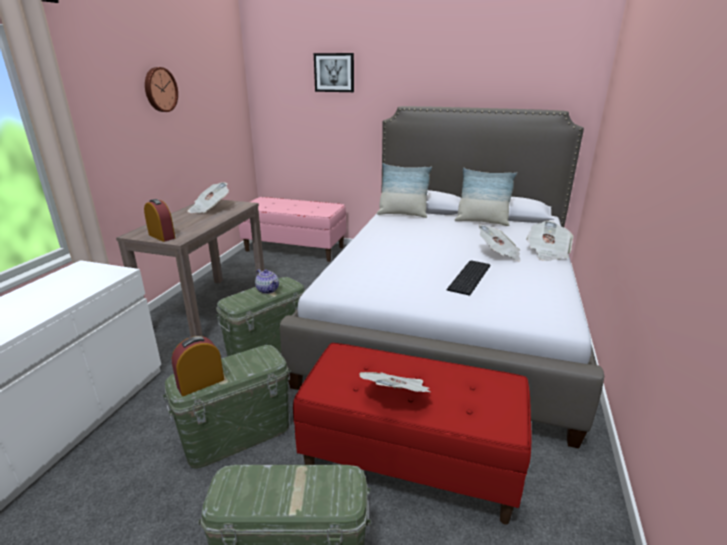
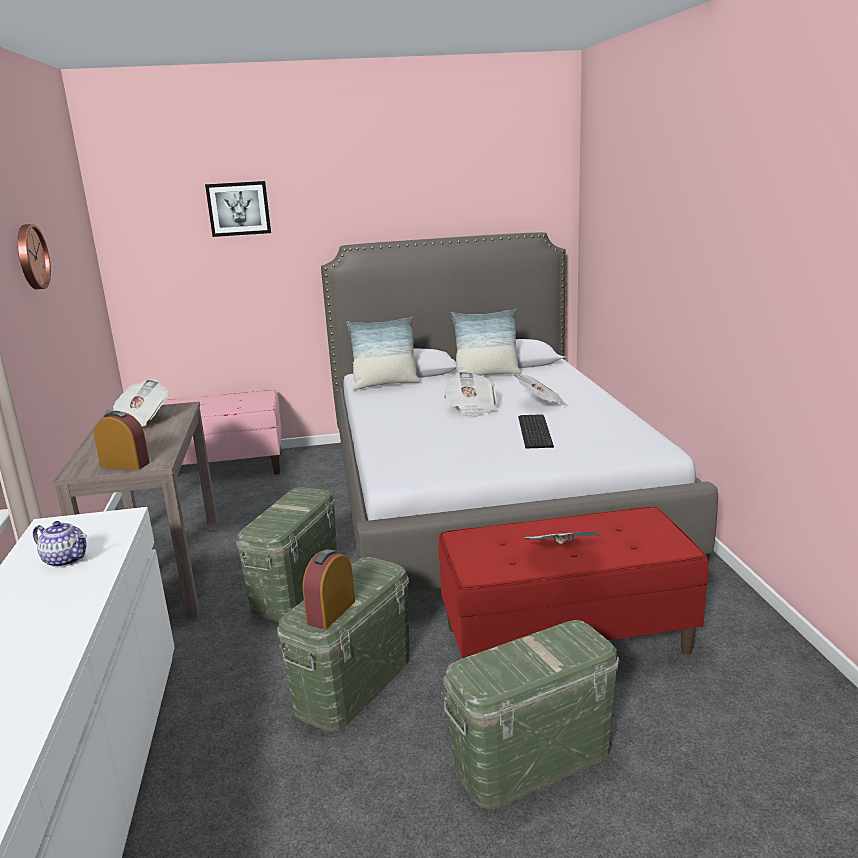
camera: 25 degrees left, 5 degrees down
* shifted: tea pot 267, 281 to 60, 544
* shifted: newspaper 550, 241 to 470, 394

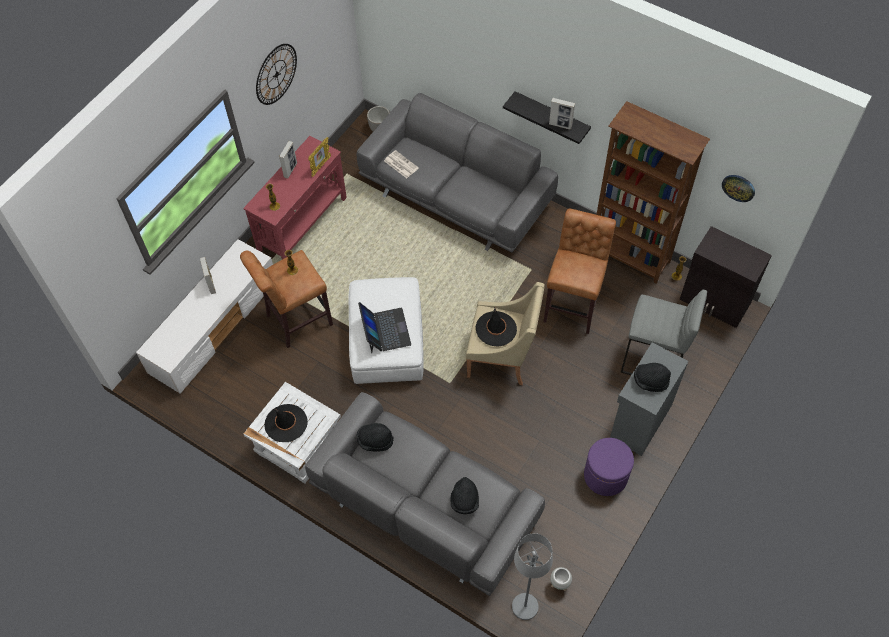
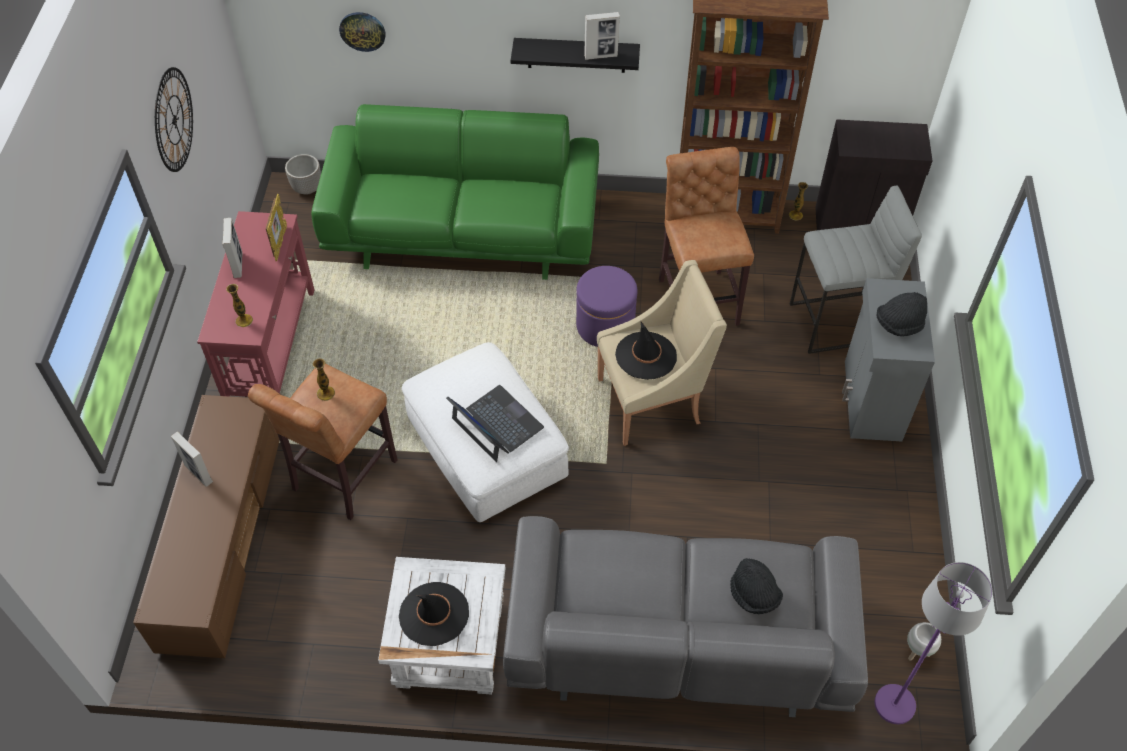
camera: 30 degrees left, 5 degrees down
* gone: black wearable hat 375, 437
* gone: newspaper 401, 164
* shifted: purple pouffe 609, 467 to 606, 306
* shifted: hanging clock 738, 188 to 362, 32
* repainted: white-coloured tv unit 204, 316 to brown-coloured tv unit 206, 526
* repainted: gray settee 457, 173 to green-coloured settee 455, 192
* repainted: gray standard lamp 532, 576 to purple standard lamp 933, 643

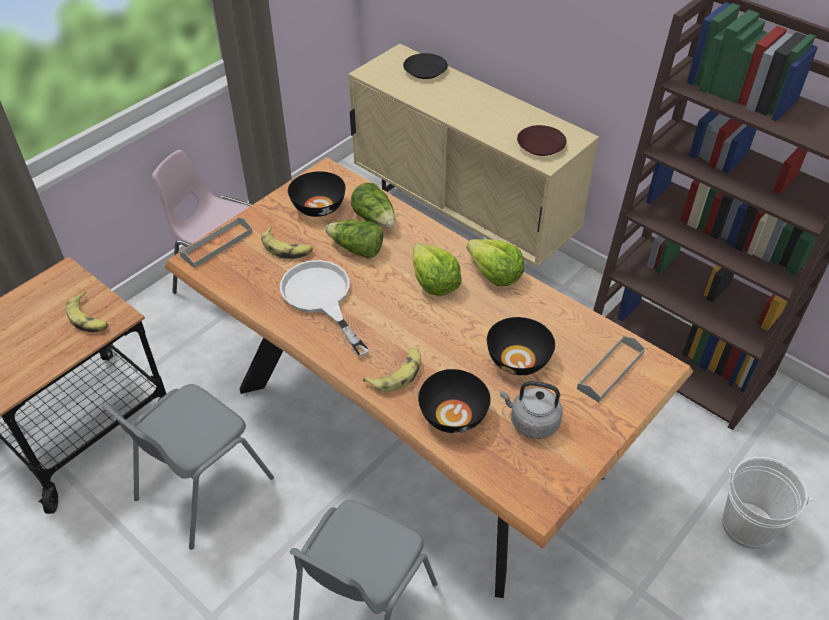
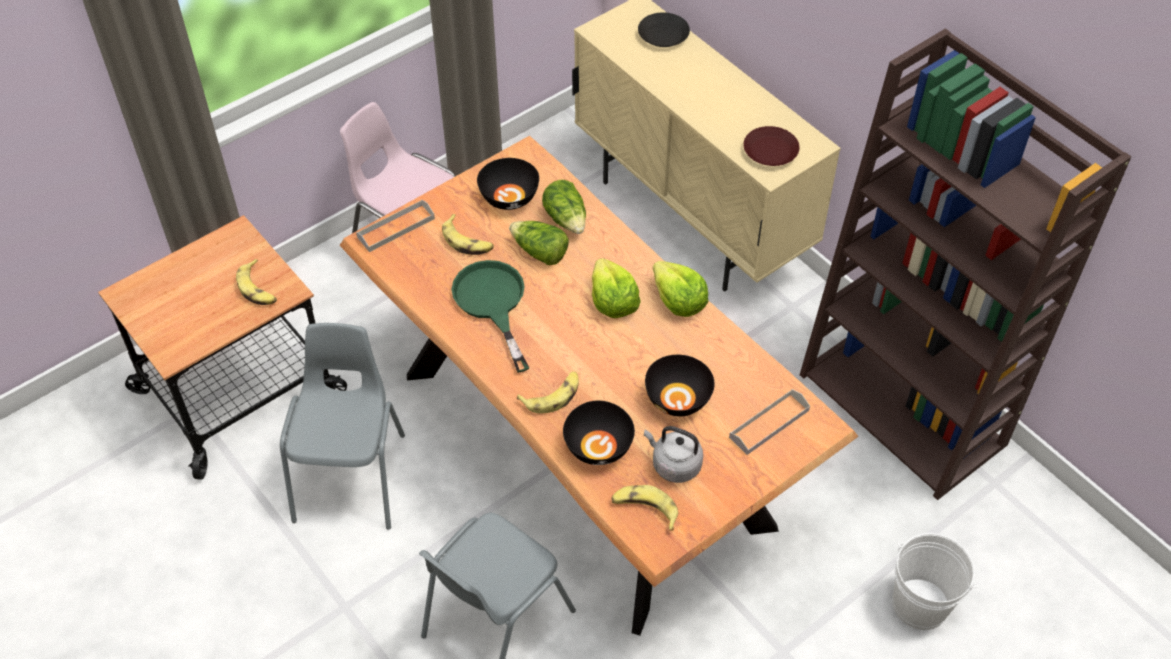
camera: 10 degrees right, 5 degrees up
* new: whole banana 644, 508
* repainted: white-coloured skillet 325, 308 to green-coloured skillet 490, 316
* rotated: gray upright chair 188, 467 = 342, 426 135 degrees clockwise

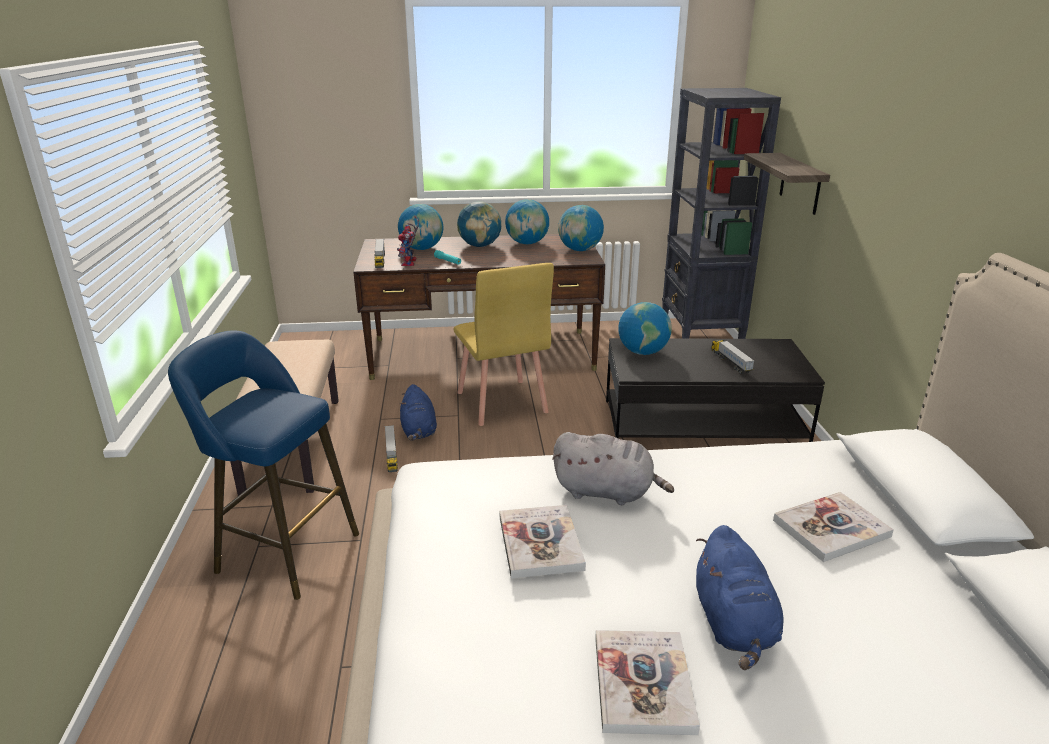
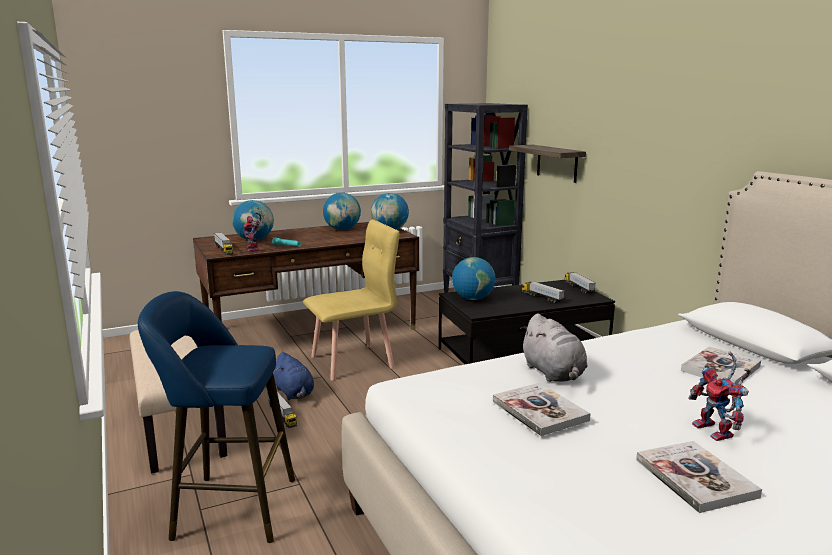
camera: 20 degrees left, 10 degrees down
* gone: globe 479, 224
* new: toy truck 580, 283
* swapped: bluish soft toy 740, 597 to model robot 719, 396
* rotated: yellow upright chair 503, 344 = 351, 300 75 degrees counterclockwise
* rotated: gray soft toy 613, 468 = 554, 348 75 degrees clockwise

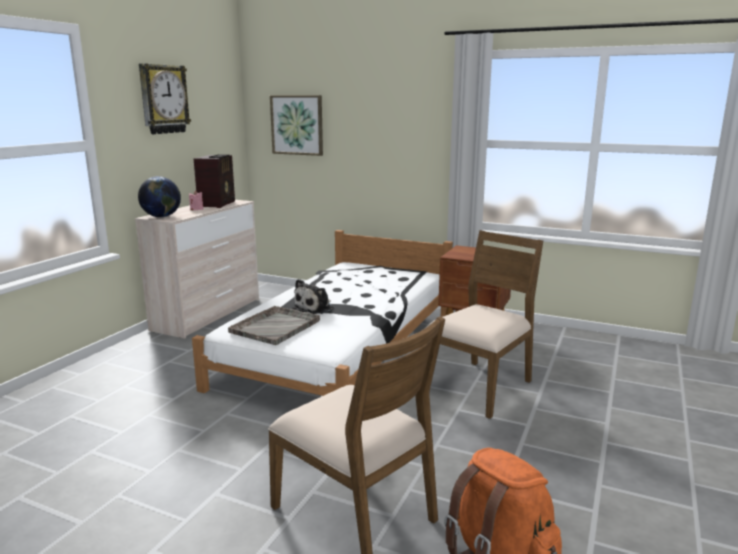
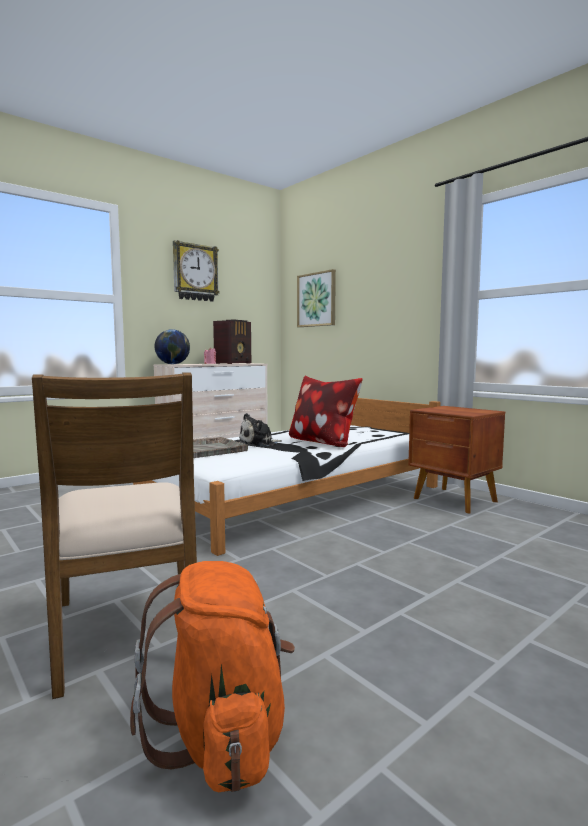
camera: 25 degrees right, 10 degrees down
* gone: brown-coloured upright chair 484, 324
* new: pillow 326, 411

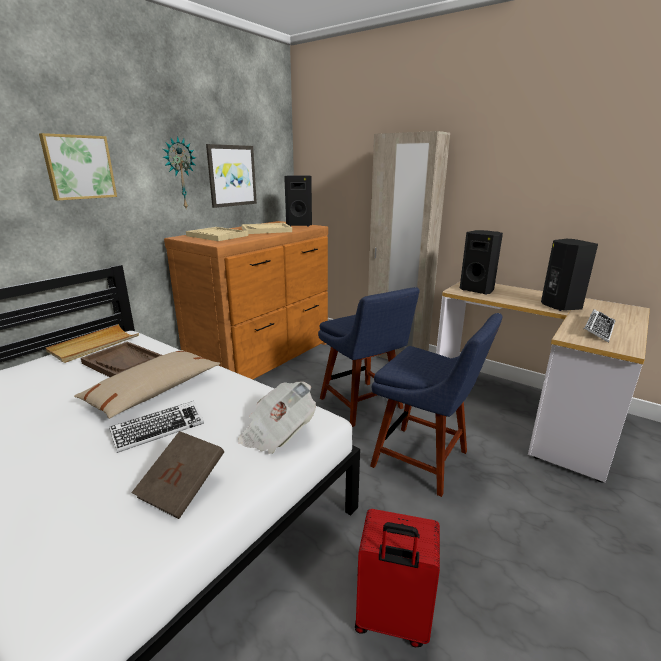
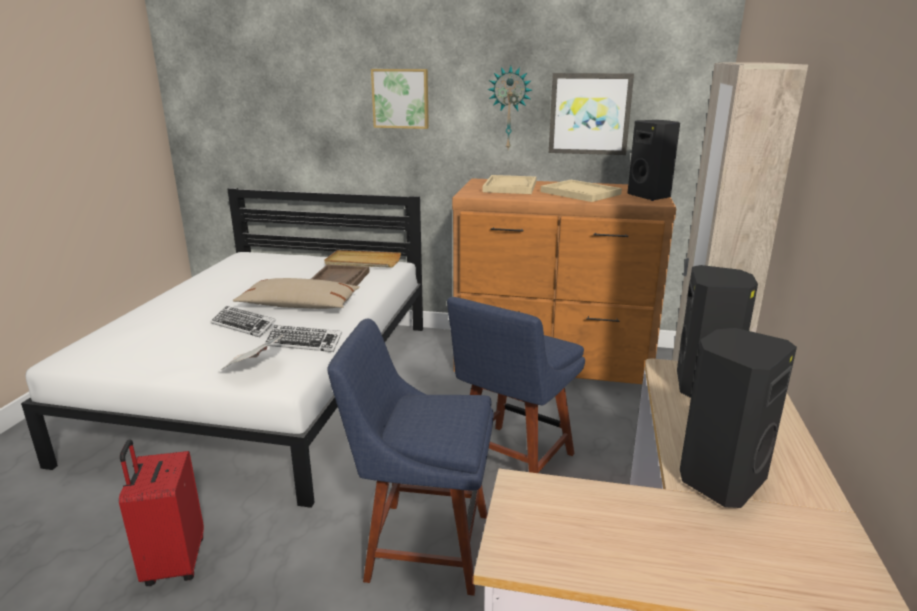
camera: 65 degrees right, 0 degrees up
* gone: brown-coloured bound book 177, 475
* shifted: computer keyboard 599, 326 to 303, 338
* rotated: bluish upright chair 436, 405 = 410, 457 90 degrees clockwise

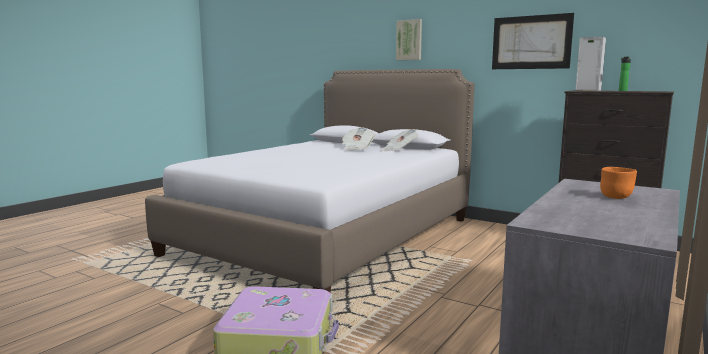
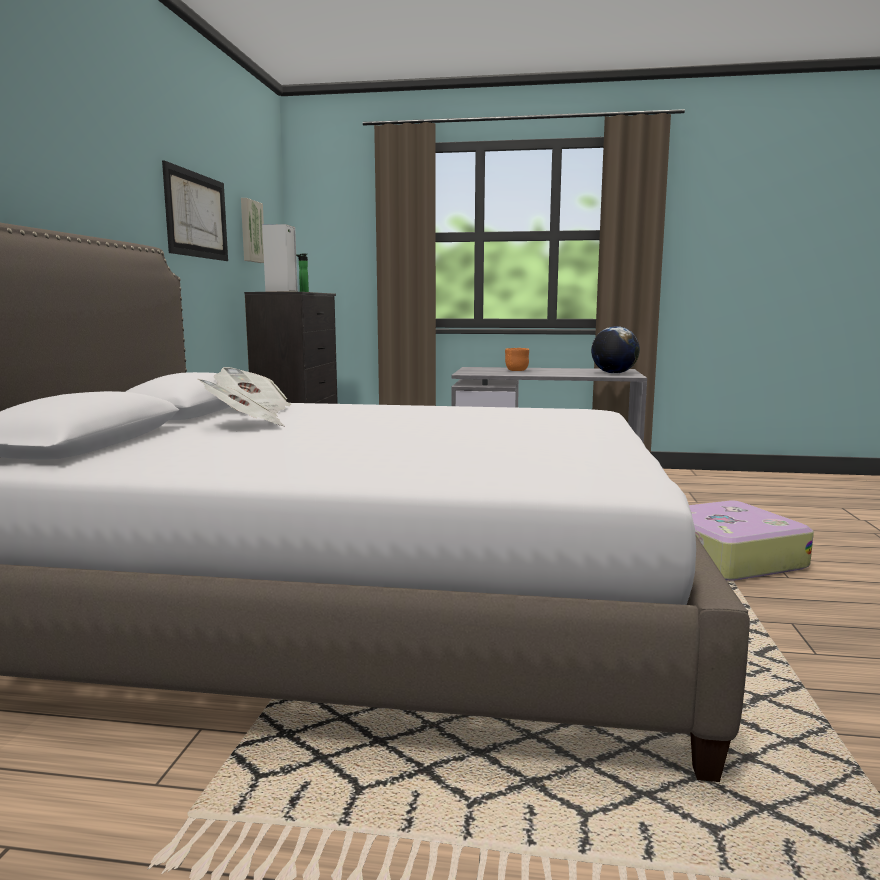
camera: 115 degrees left, 0 degrees up
* new: globe 615, 350
* shifted: picture 409, 39 to 252, 230

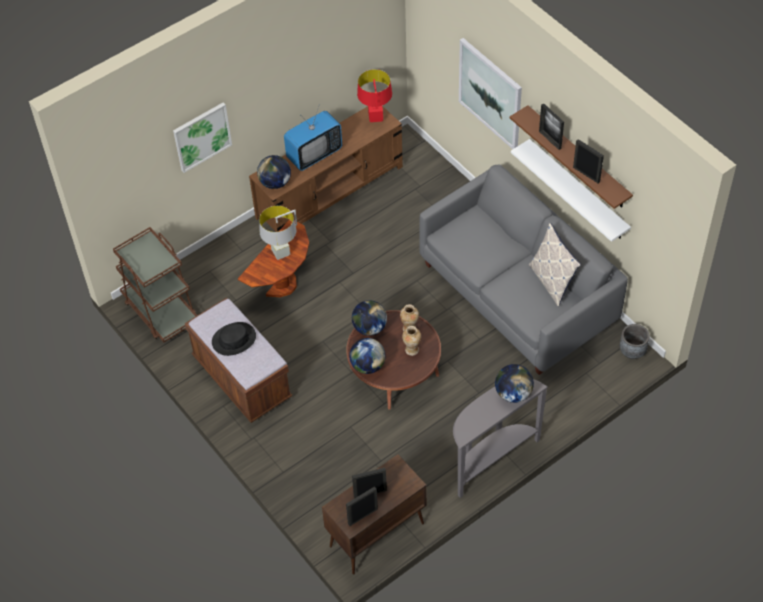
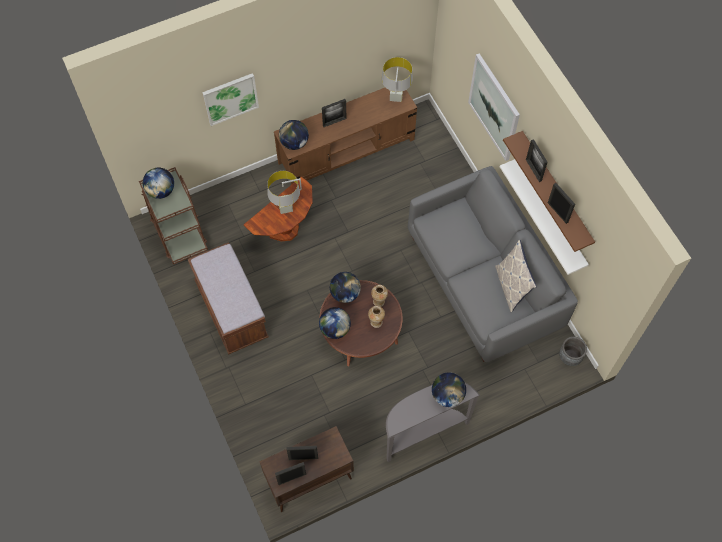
camera: 10 degrees right, 10 degrees up
* gone: black wearable hat 234, 339
* new: globe 158, 183
* swapped: TV set 313, 137 to standing frame 334, 113
* repainted: reddish tabletop lamp 374, 95 to gray tabletop lamp 397, 79

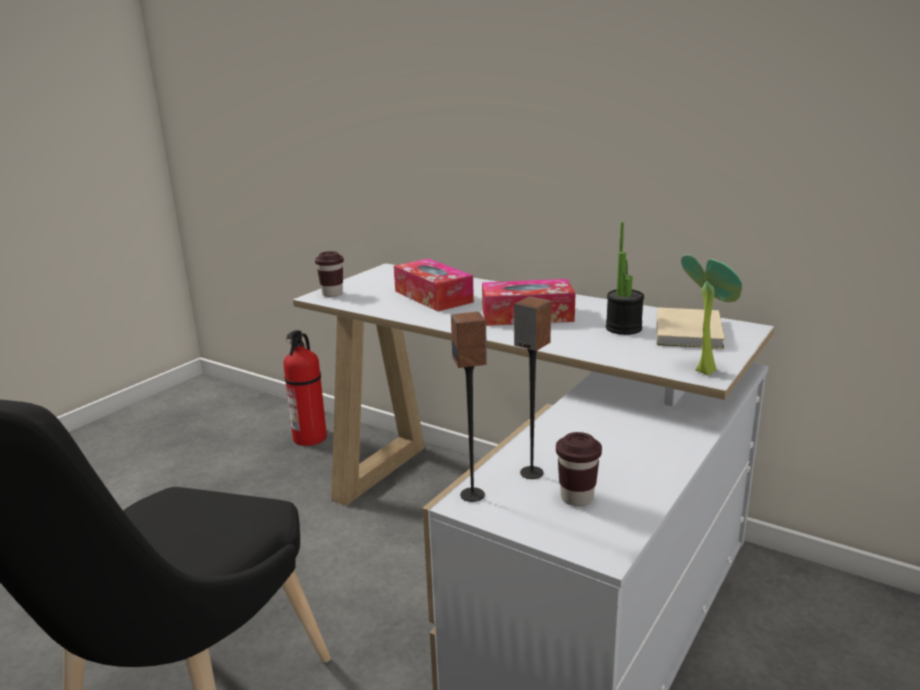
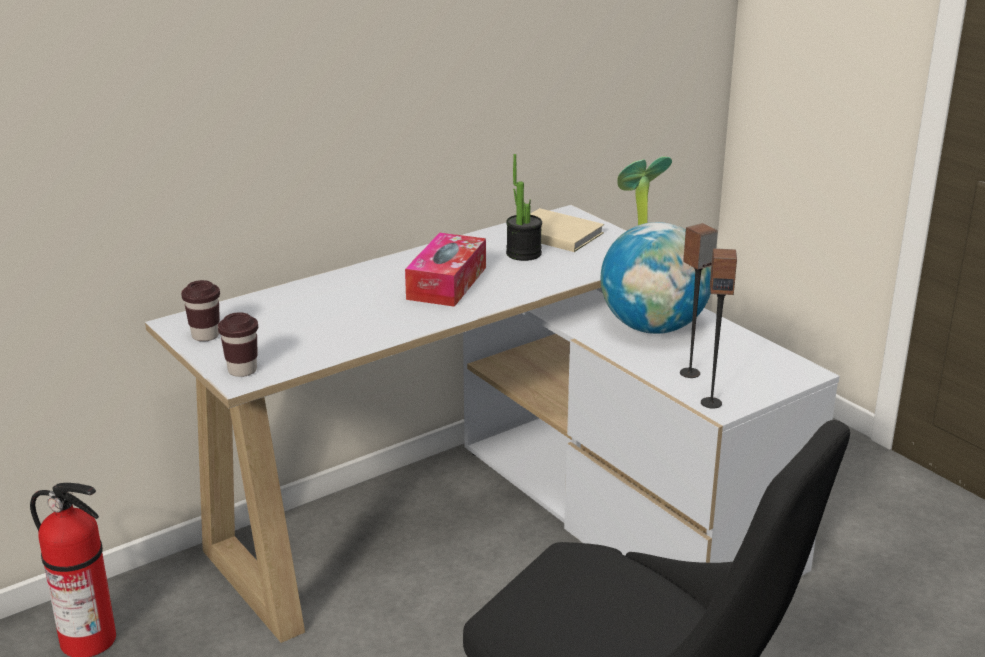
camera: 70 degrees left, 5 degrees up
* gone: tissue holder 434, 285
* new: globe 656, 278
* shifted: brown-coloured small cup 579, 469 to 200, 310

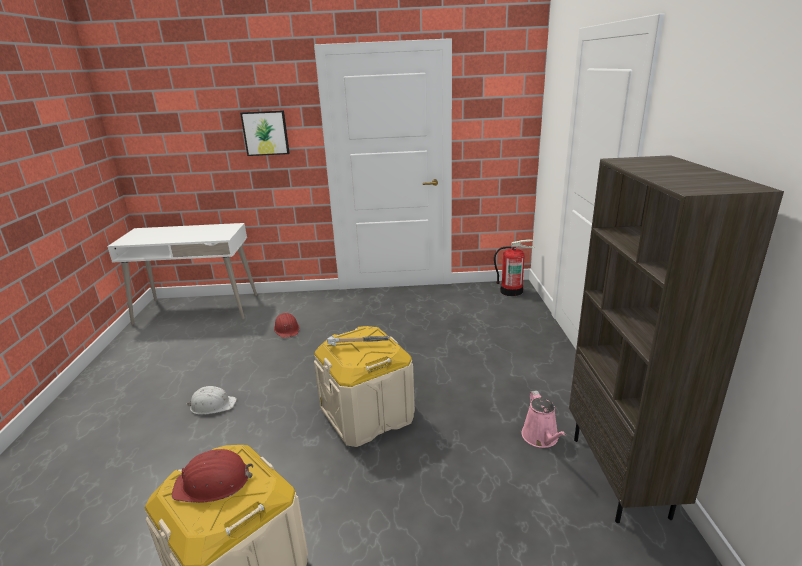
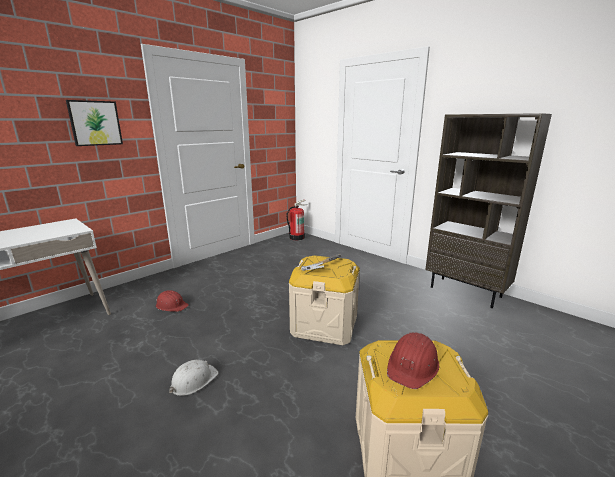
camera: 45 degrees left, 5 degrees down
* gone: pink-coloured watering pot 544, 419

